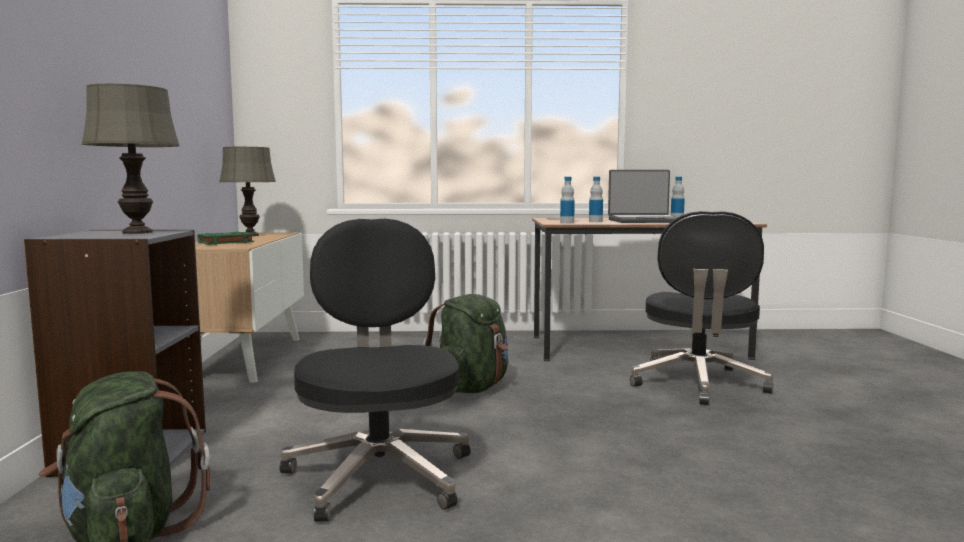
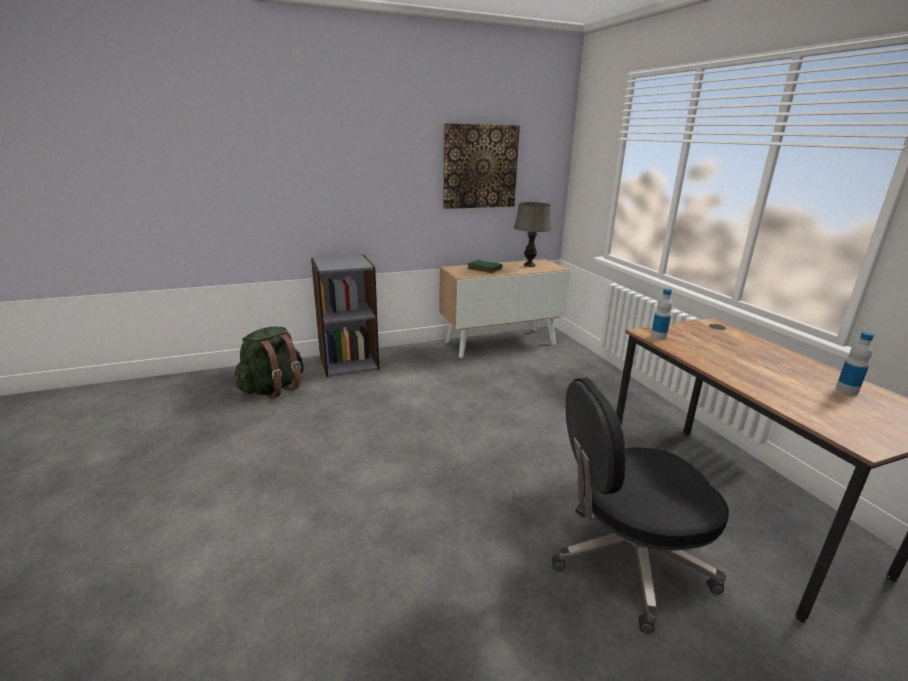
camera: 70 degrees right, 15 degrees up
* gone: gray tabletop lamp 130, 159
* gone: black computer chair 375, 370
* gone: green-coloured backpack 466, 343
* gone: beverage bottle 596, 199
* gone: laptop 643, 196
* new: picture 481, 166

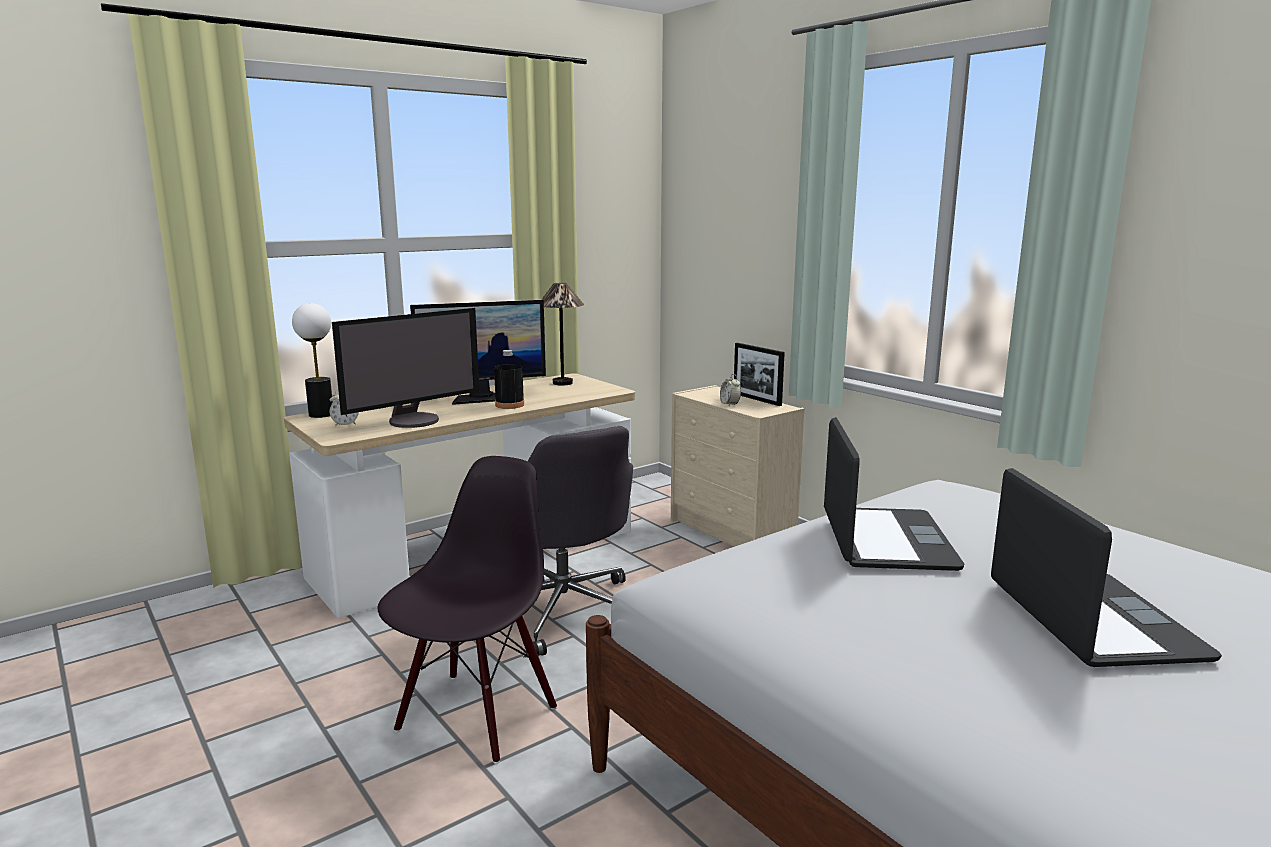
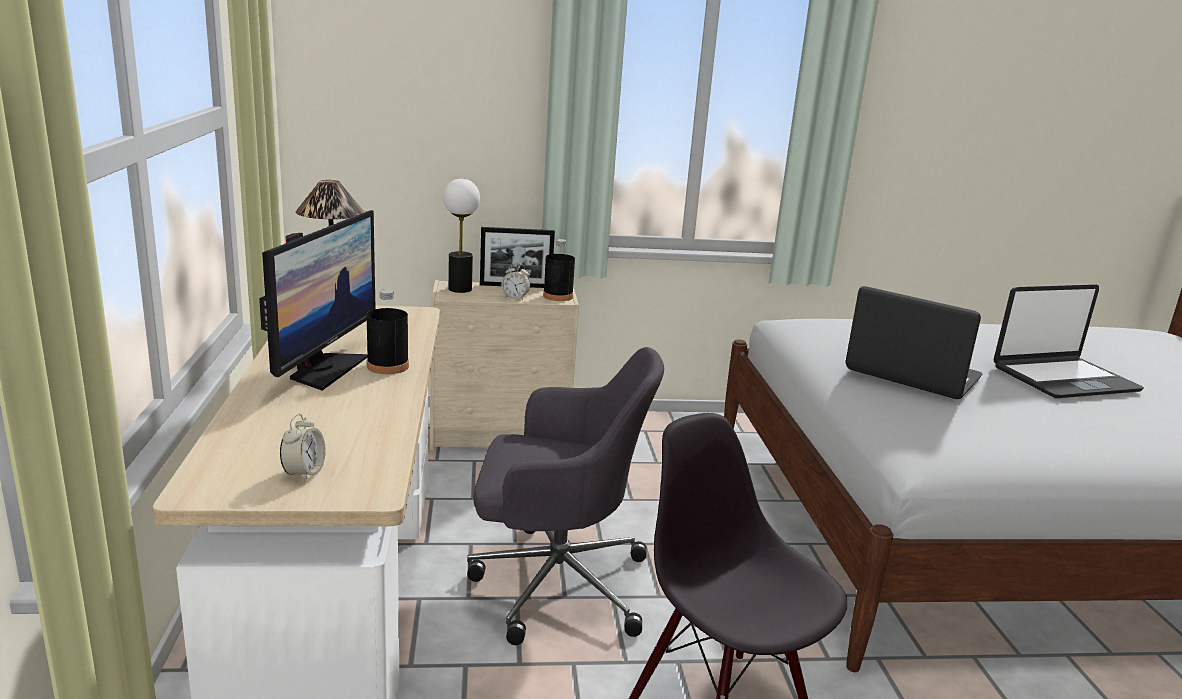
camera: 60 degrees left, 5 degrees up
* gone: monitor 406, 368
* new: black beverage bottle 559, 270
* shifted: tabletop lamp 312, 360 to 461, 236
* rotated: laptop 1106, 567 = 1069, 341 135 degrees clockwise

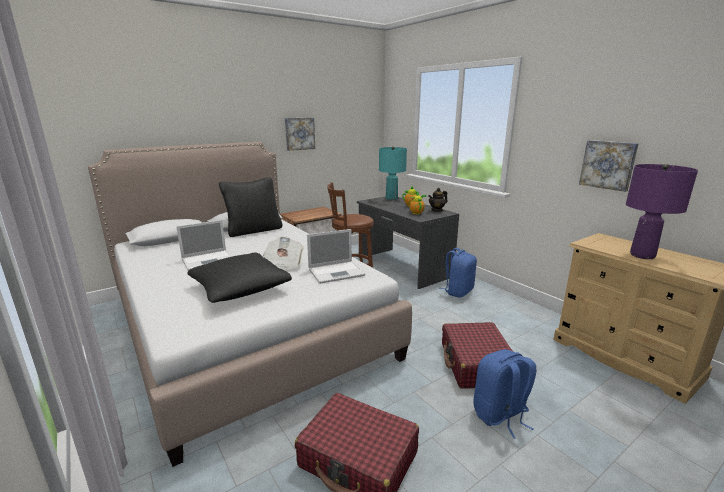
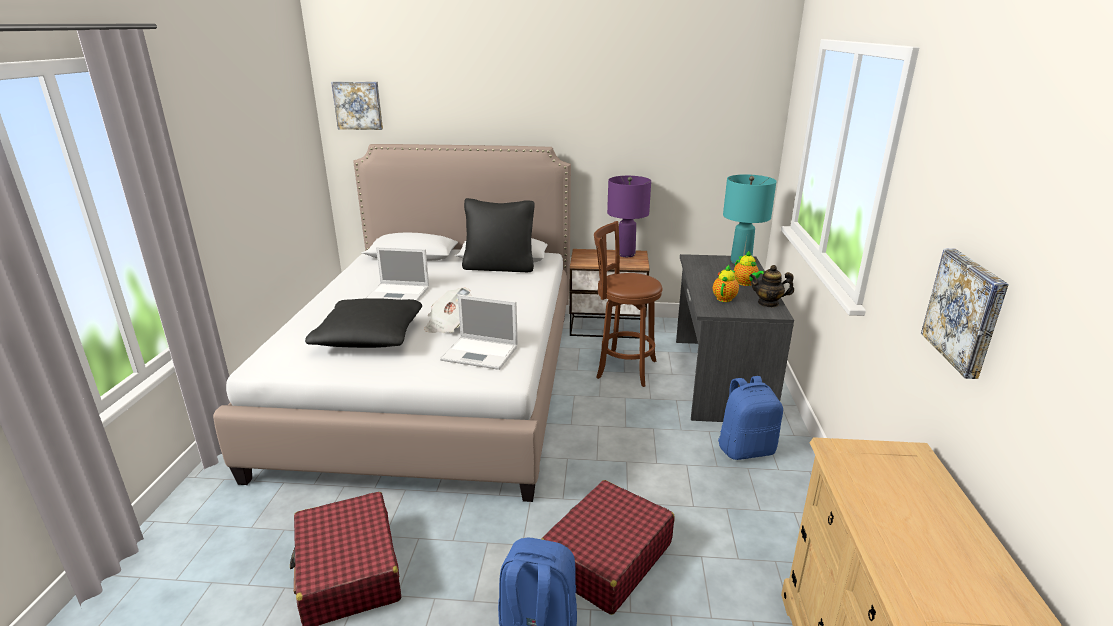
camera: 40 degrees right, 5 degrees up
* shifted: picture 300, 134 to 357, 105
* shifted: purple tabletop lamp 662, 211 to 629, 216

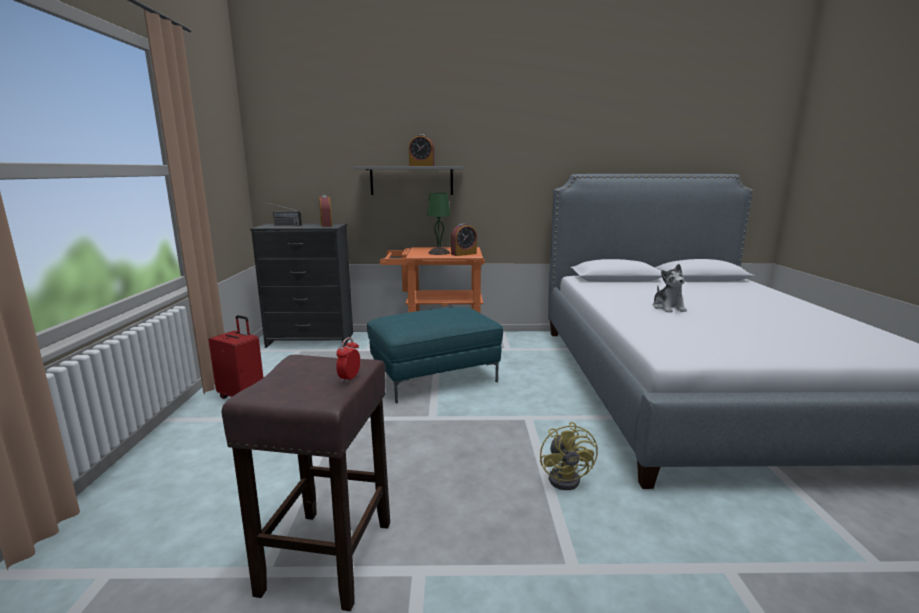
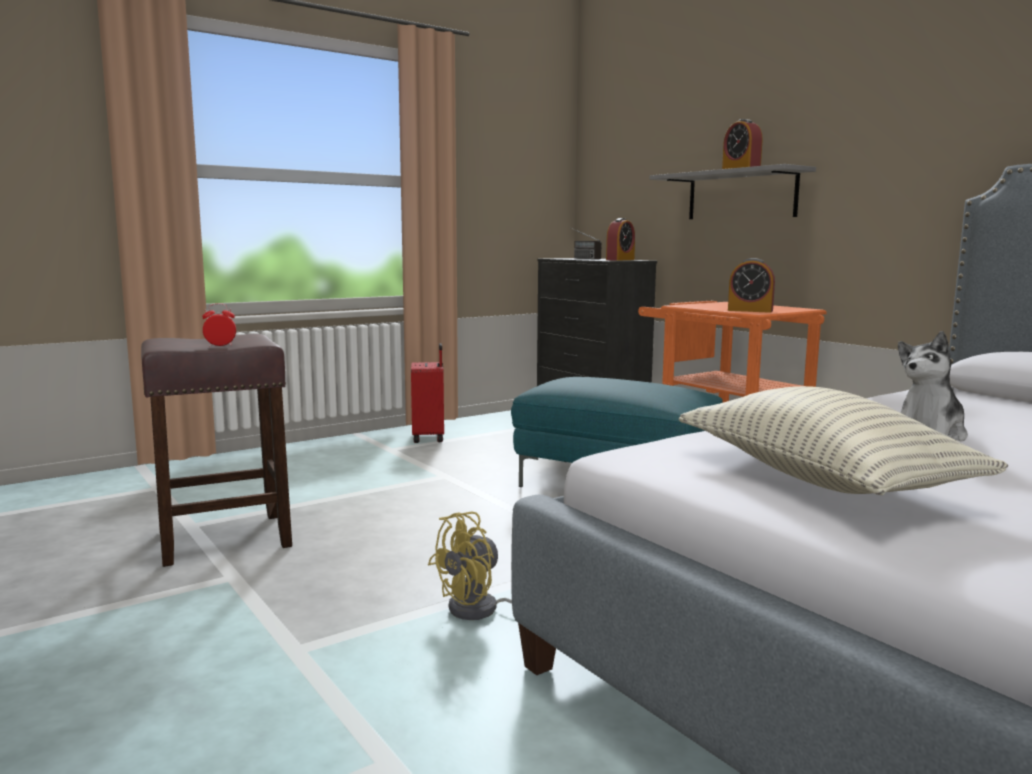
camera: 55 degrees right, 5 degrees down
* gone: green-coloured tabletop lamp 439, 223
* new: pillow 843, 440

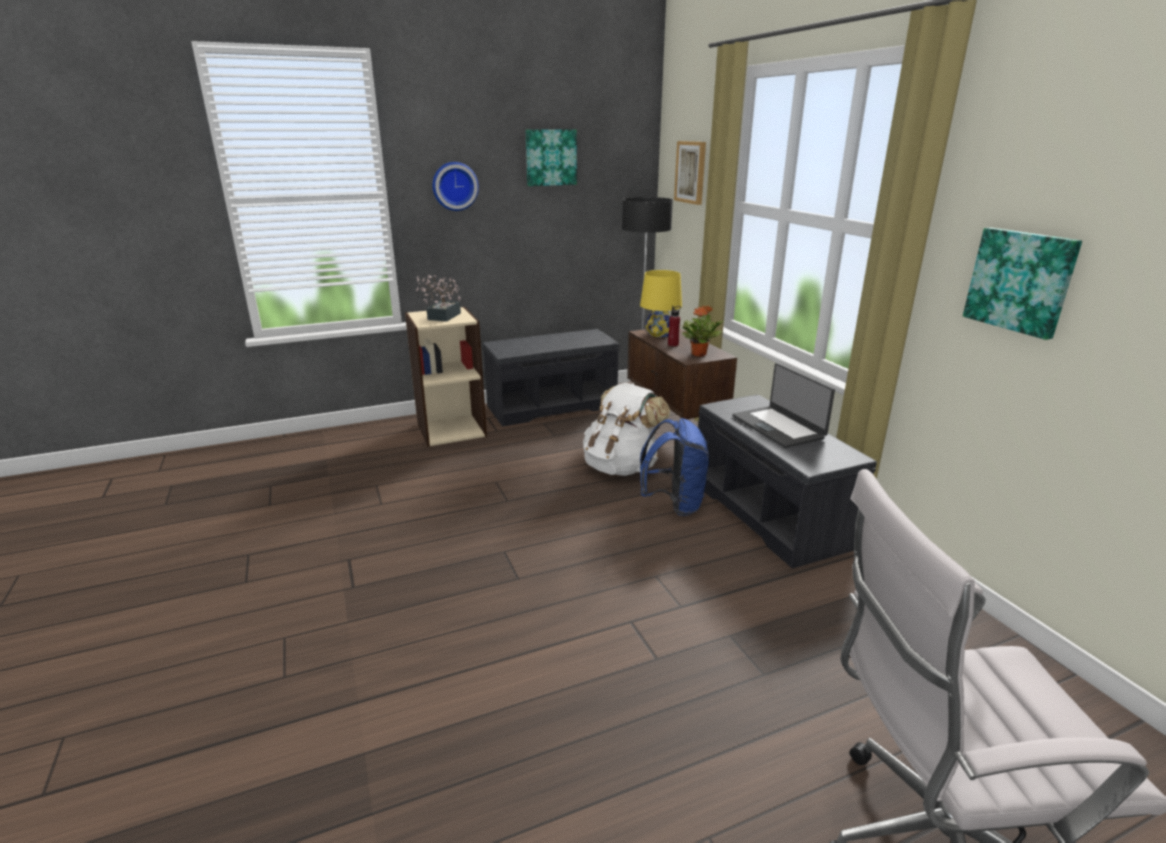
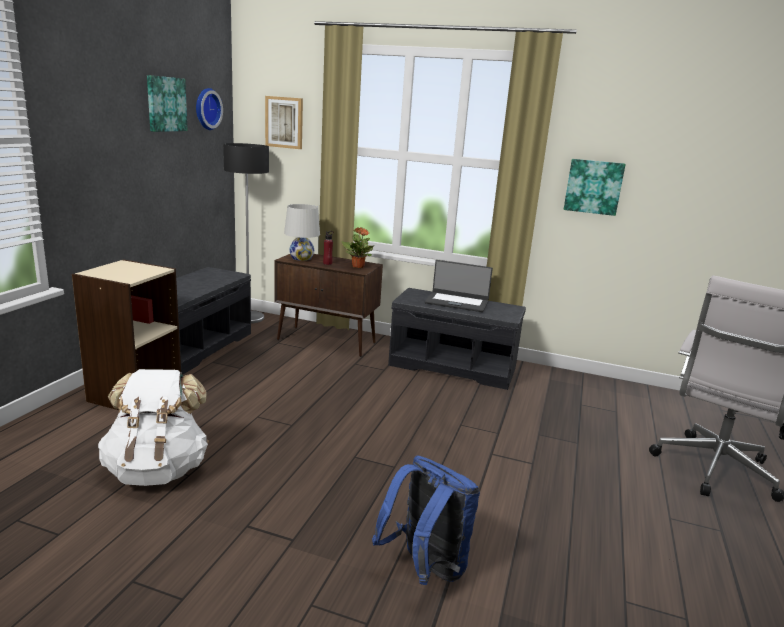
camera: 50 degrees left, 5 degrees down
* gone: houseplant 438, 298
* shifted: hanging clock 456, 186 to 209, 109
* shifted: white-coloured backpack 626, 429 to 153, 427
* shifted: bluish backpack 674, 467 to 426, 520
* repainted: yellow tabletop lamp 661, 303 to white-coloured tabletop lamp 302, 232

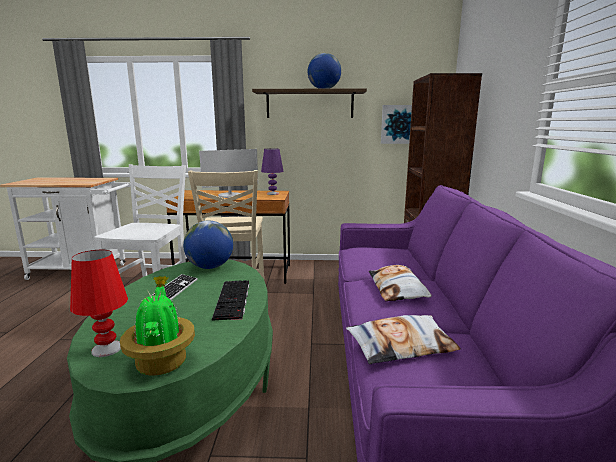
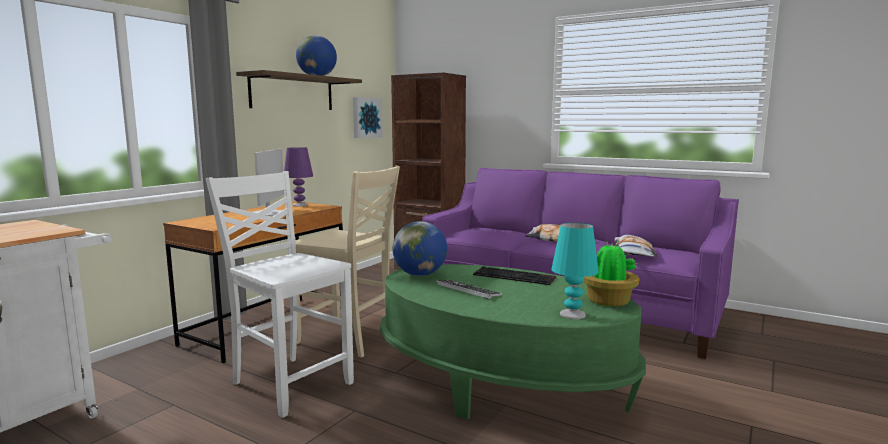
camera: 60 degrees left, 5 degrees down
* repainted: reddish tabletop lamp 99, 303 to turquoise-coloured tabletop lamp 575, 271

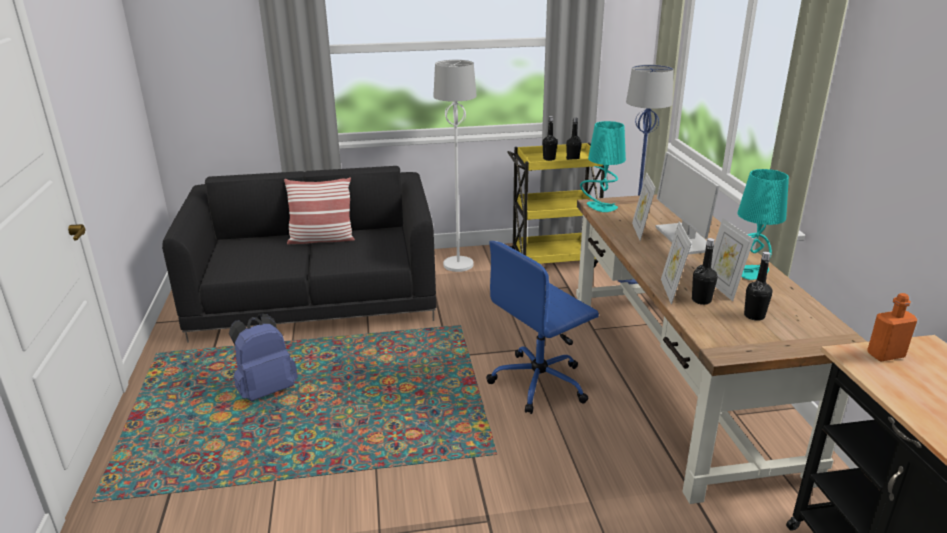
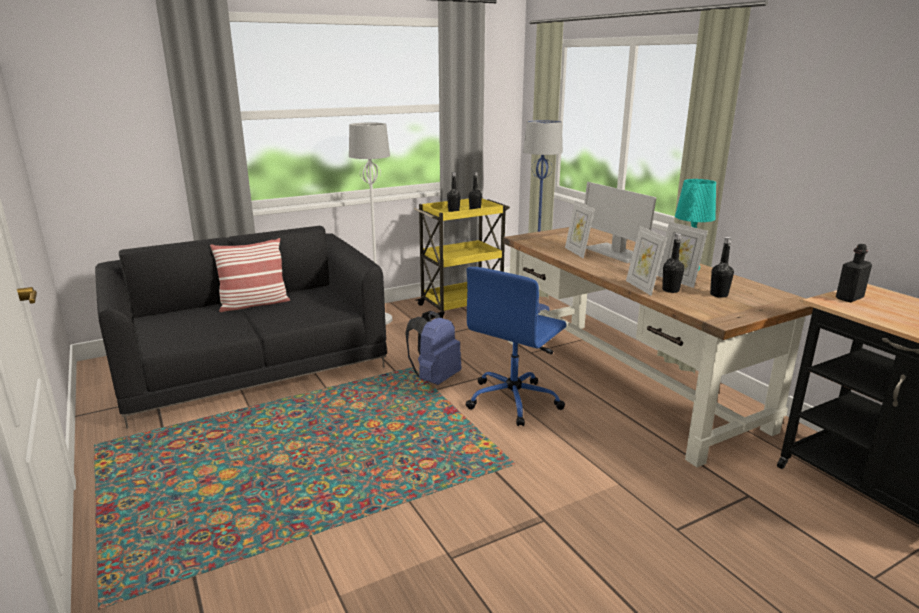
camera: 20 degrees left, 5 degrees down
* gone: turquoise-coloured tabletop lamp 603, 166
* shifted: bluish backpack 263, 357 to 433, 348
* repainted: orange-coloured beverage bottle 892, 327 to black beverage bottle 854, 273

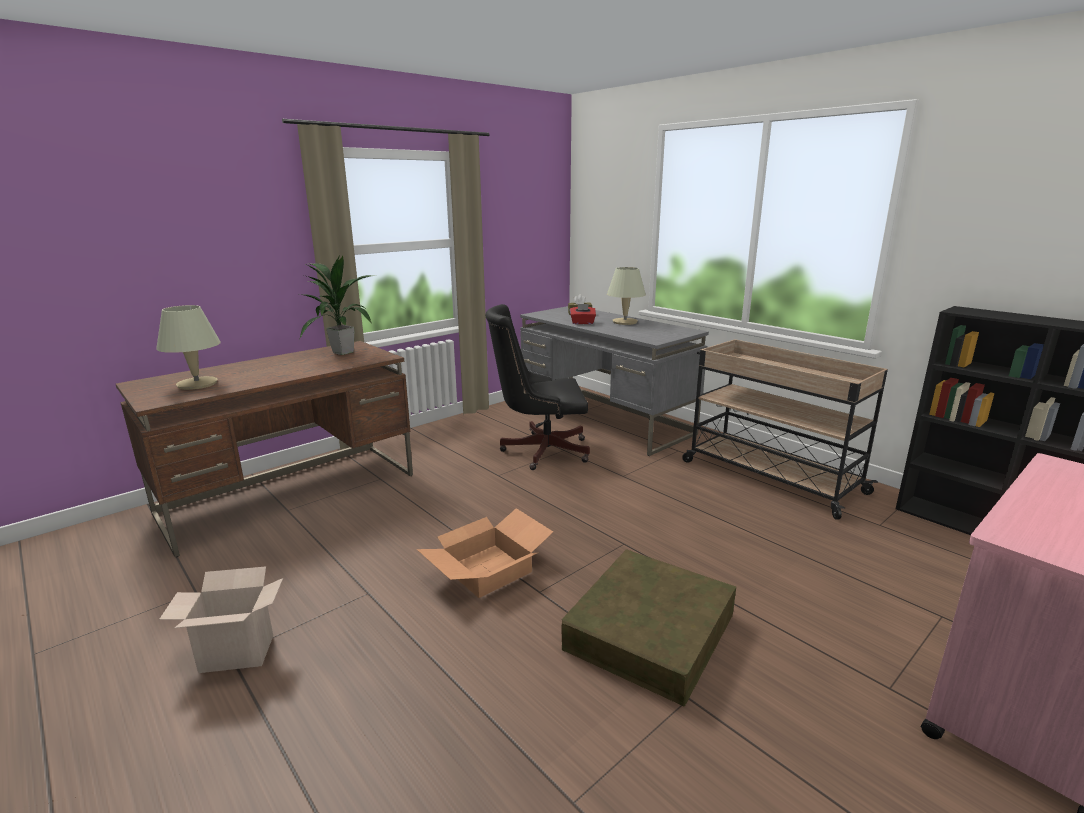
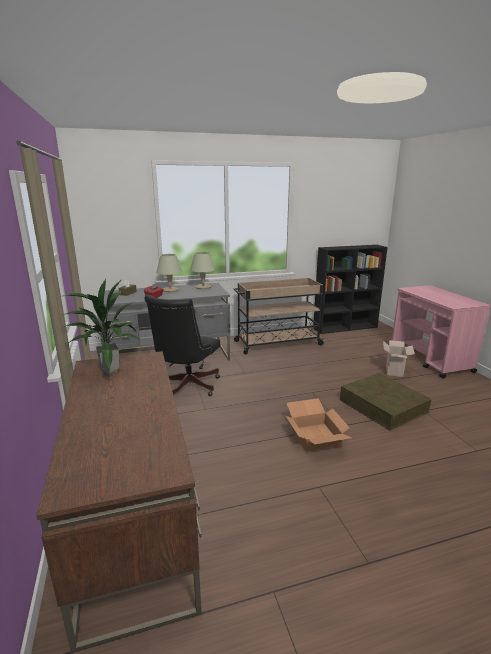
camera: 65 degrees left, 0 degrees up
* shifted: beige-coloured tabletop lamp 188, 347 to 202, 270
* shifted: carton 221, 619 to 399, 358

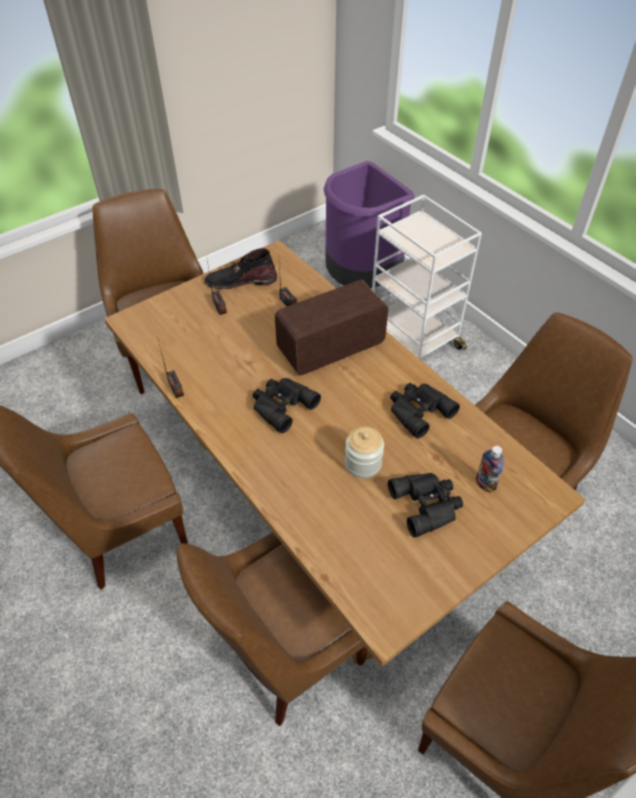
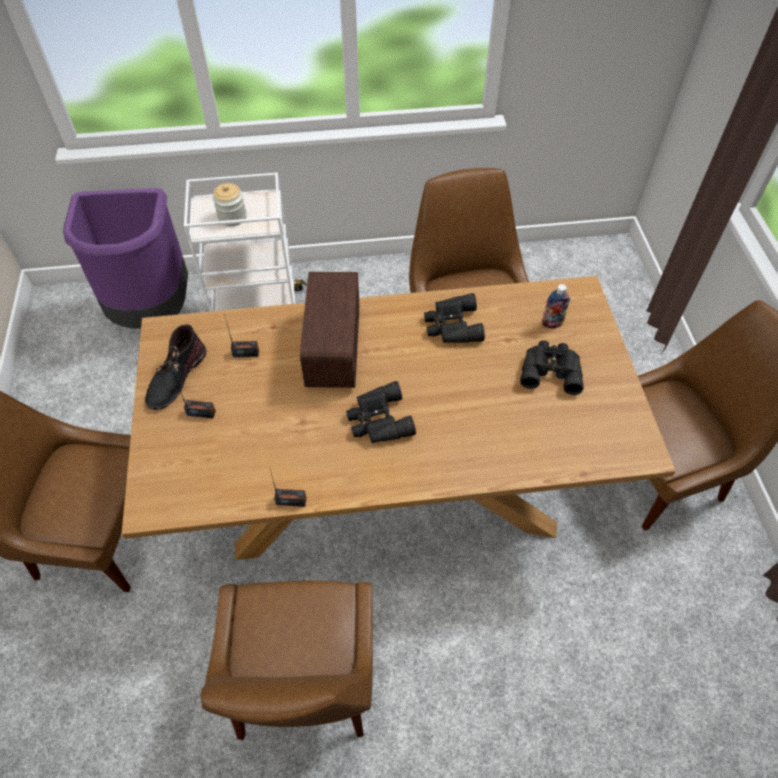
camera: 60 degrees left, 5 degrees up
* gone: brown-coloured upright chair 272, 629
* shifted: storage jar 364, 452 to 230, 204

